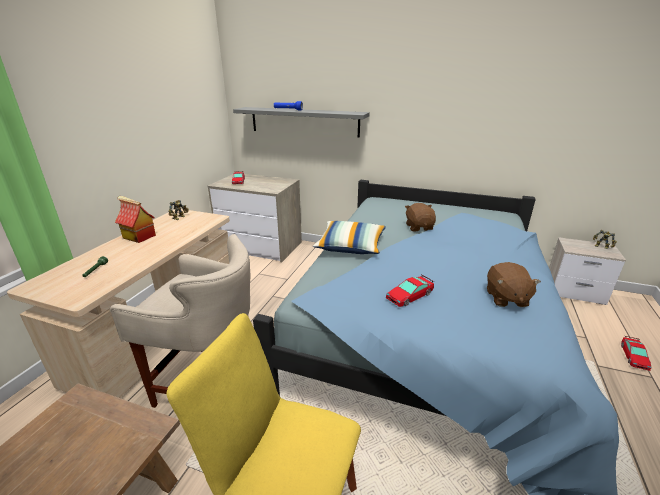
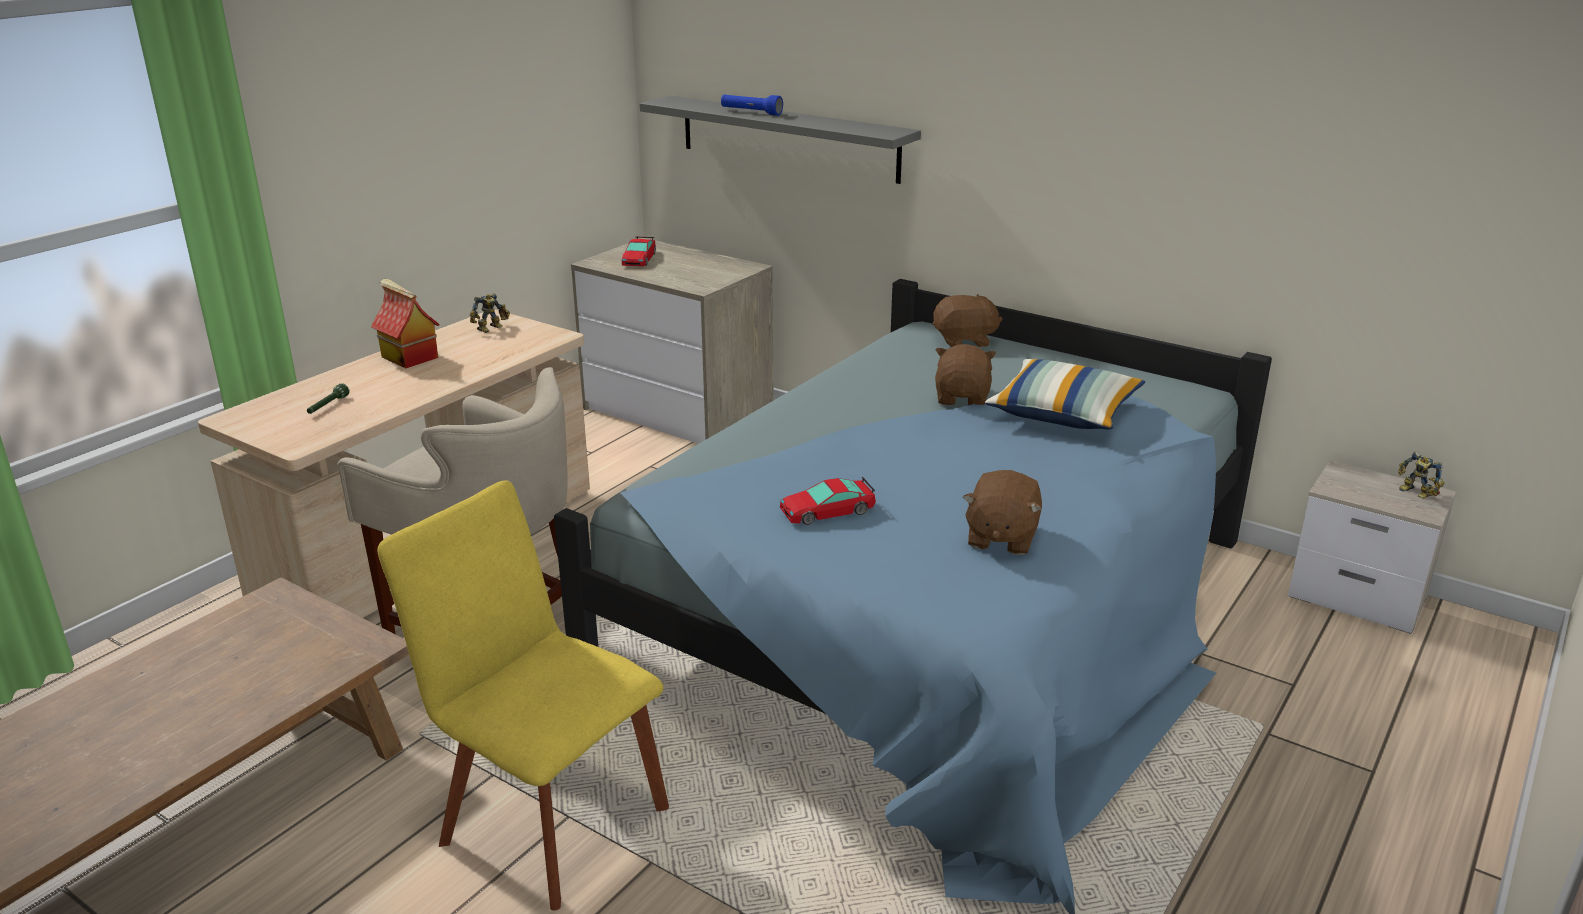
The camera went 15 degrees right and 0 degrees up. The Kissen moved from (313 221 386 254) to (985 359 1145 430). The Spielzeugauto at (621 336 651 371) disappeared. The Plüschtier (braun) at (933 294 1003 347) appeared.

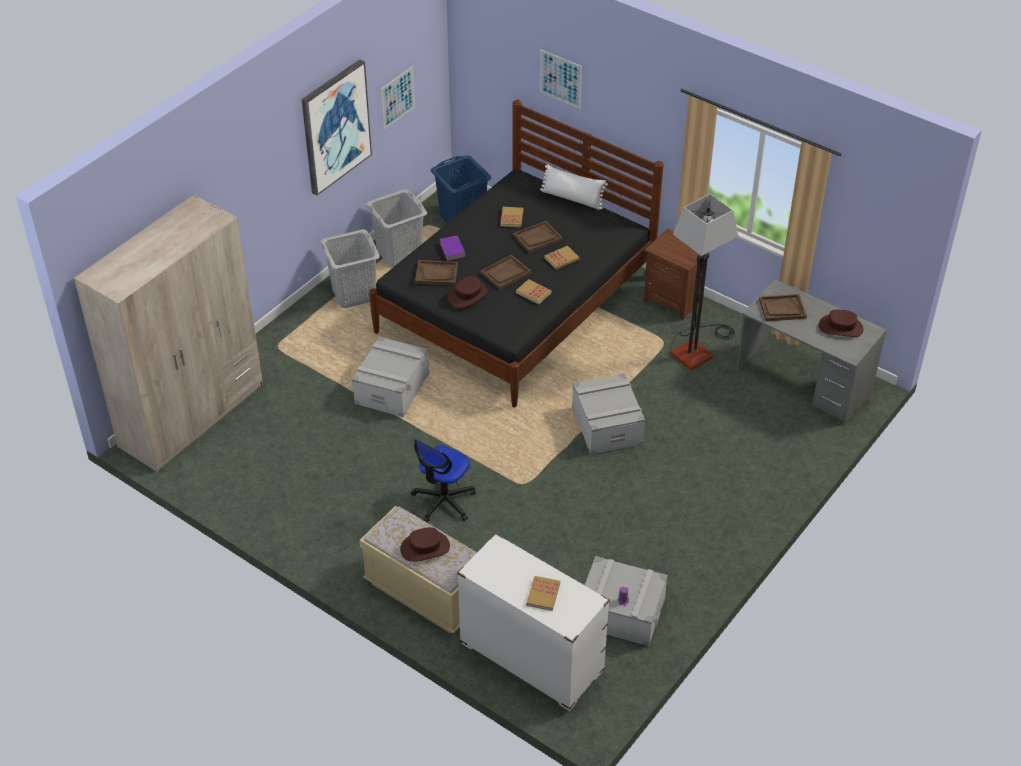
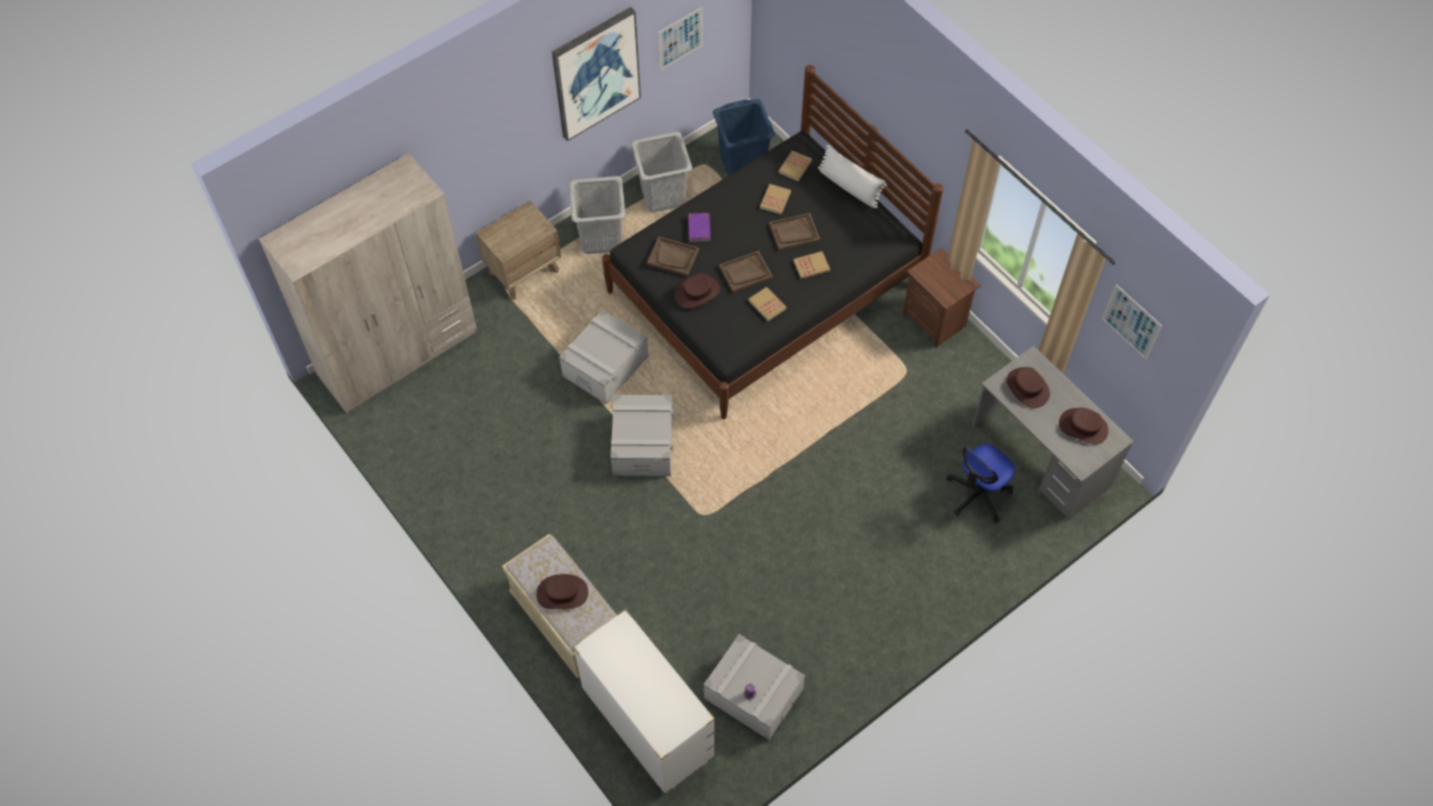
The camera went 15 degrees right and 15 degrees up. The Bild moved from (540 50 582 109) to (1102 284 1162 360). The Stehlampe at (670 194 738 371) disappeared. The Tablett (braun) at (759 294 807 321) was replaced by the Hut (braun) at (1006 367 1050 408). The Aufbewahrungsbox (grau) moved from (572 373 645 455) to (611 394 675 477). The Bürostuhl moved from (411 439 476 523) to (947 444 1015 523). The Buch moved from (526 576 560 611) to (778 150 812 181). The Nachttisch (braun) at (476 201 561 300) appeared.

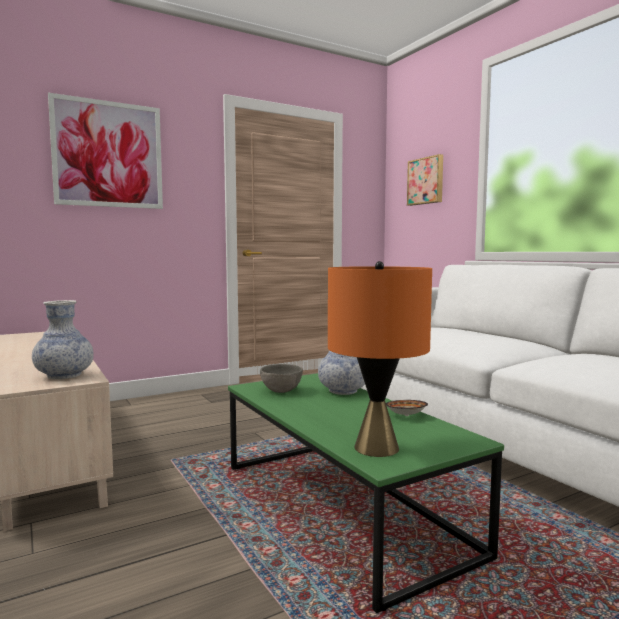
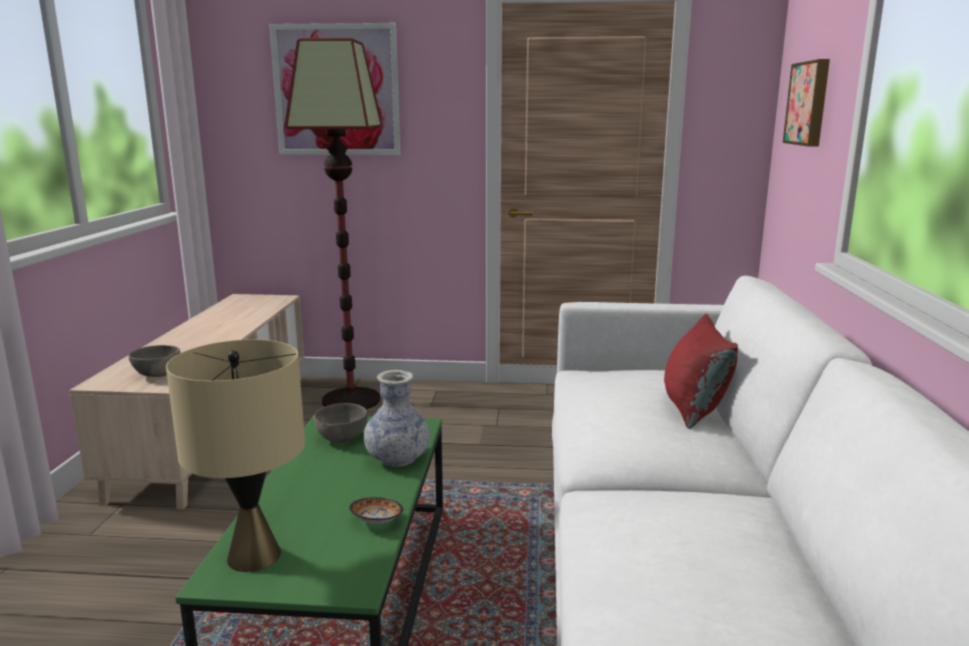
The camera went 35 degrees right and 10 degrees up. The Tischlampe (orange) at (328 261 432 457) became the Tischlampe (beige) at (166 339 305 572). The Vase at (32 300 94 379) was replaced by the Schüssel (grau) at (128 345 181 377). The Stehlampe at (284 38 382 409) appeared. The Kissen (rot) at (664 313 738 429) appeared.

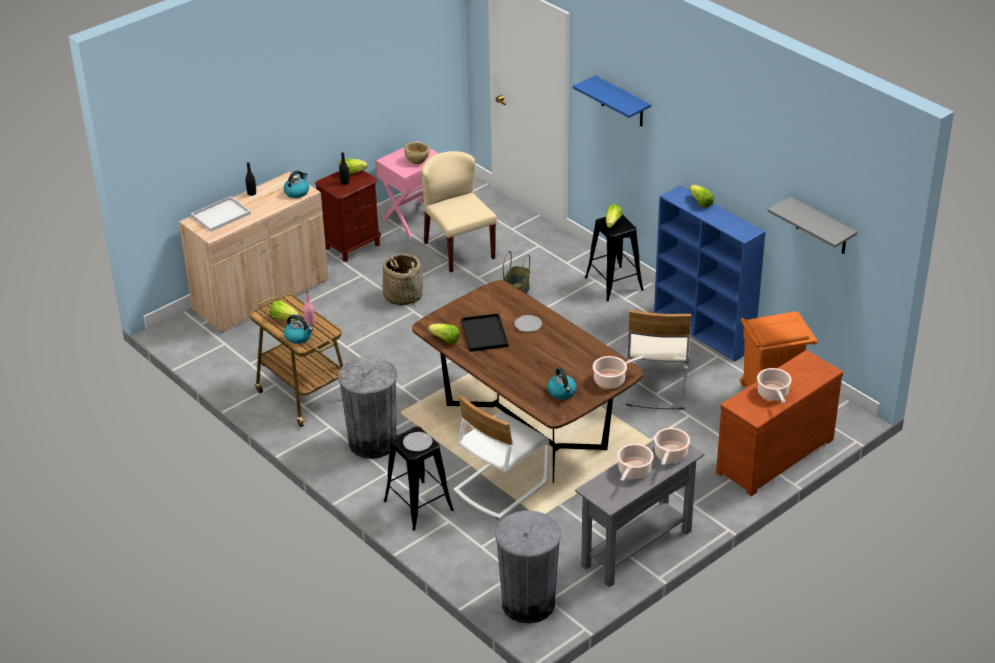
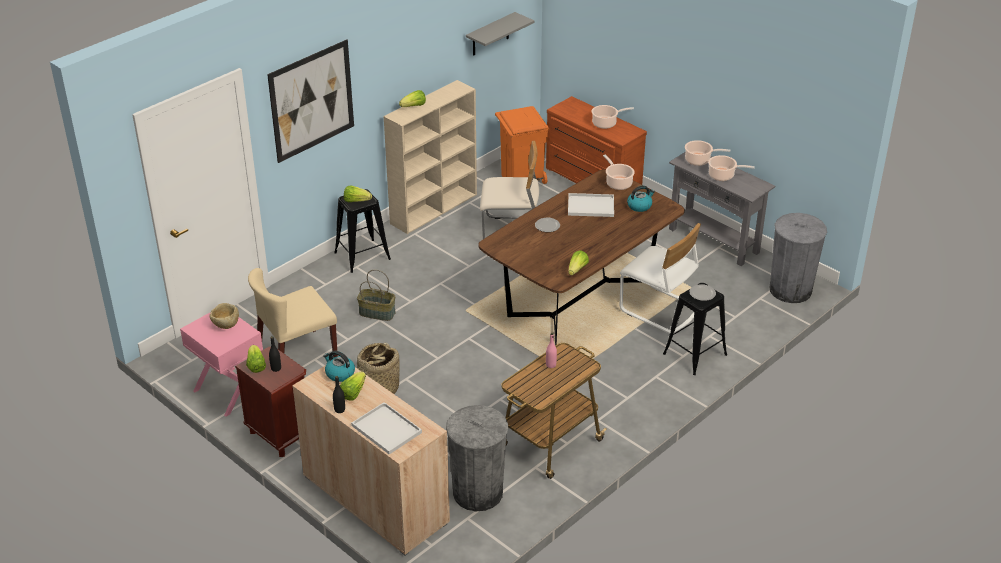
The camera went 95 degrees left and 0 degrees up. The Wandregal (blau) at (573 76 651 127) was replaced by the Bild at (267 39 354 163). The Bücherregal (blau) at (654 185 765 362) became the Bücherregal (beige) at (384 80 477 234). The Salatkopf moved from (270 300 300 321) to (340 372 366 401). The Tablett (schwarz) at (461 313 508 352) disappeared. The Wasserkessel at (284 315 313 344) disappeared. The Mülleimer (grau) moved from (338 356 397 459) to (446 405 508 511). The Tablett (weiß) at (568 193 614 217) appeared.

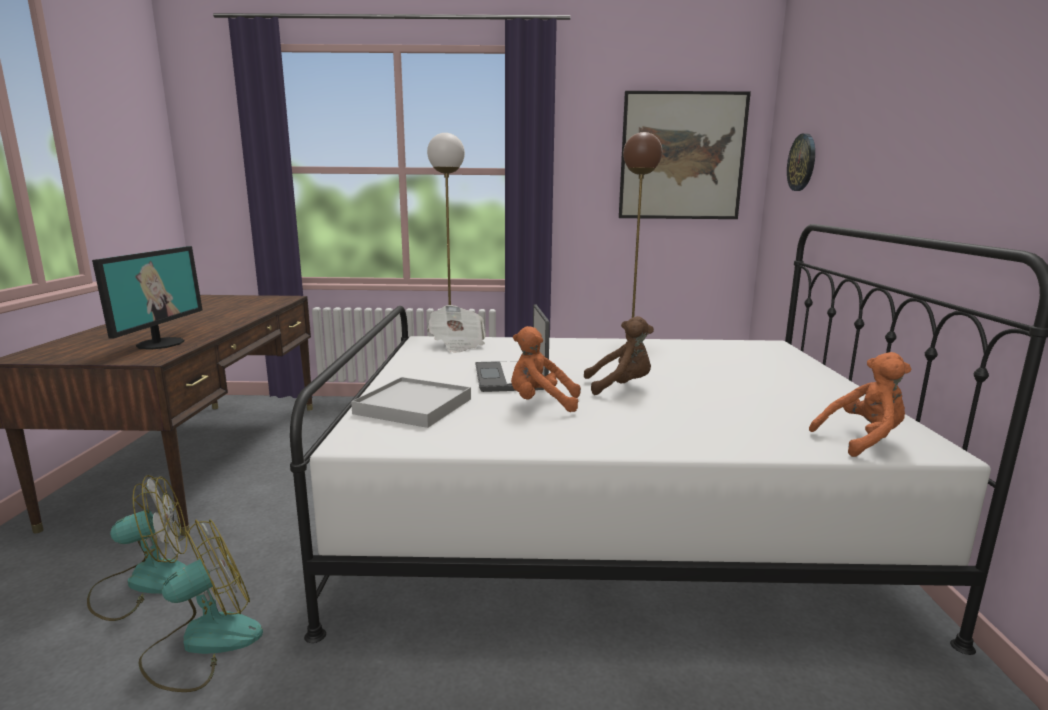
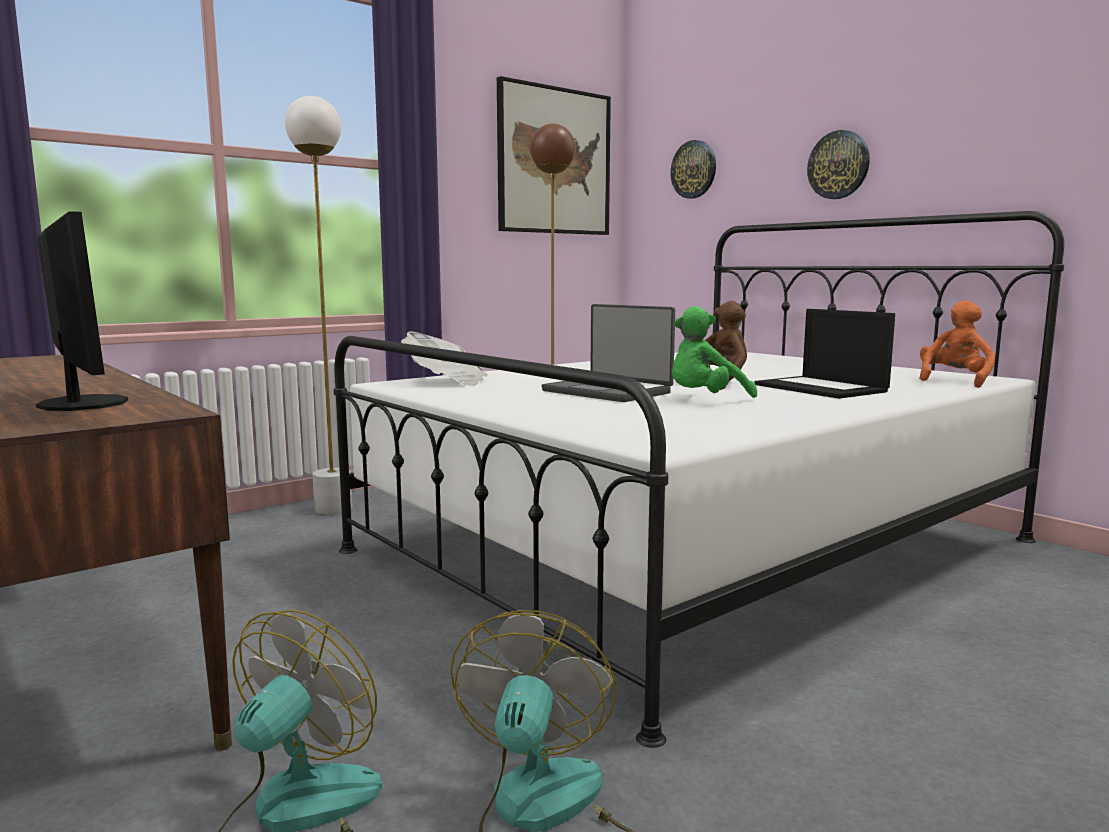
The camera went 40 degrees left and 5 degrees down. The Plüschtier (orange) at (511 326 581 412) became the Plüschtier (grün) at (672 306 757 398). The Tablett (weiß) at (351 377 471 428) disappeared. The Wanduhr at (807 130 870 199) appeared. The Laptop at (755 309 895 399) appeared.

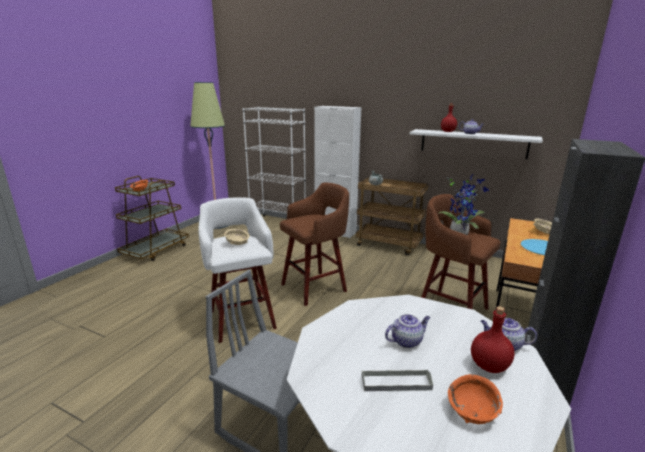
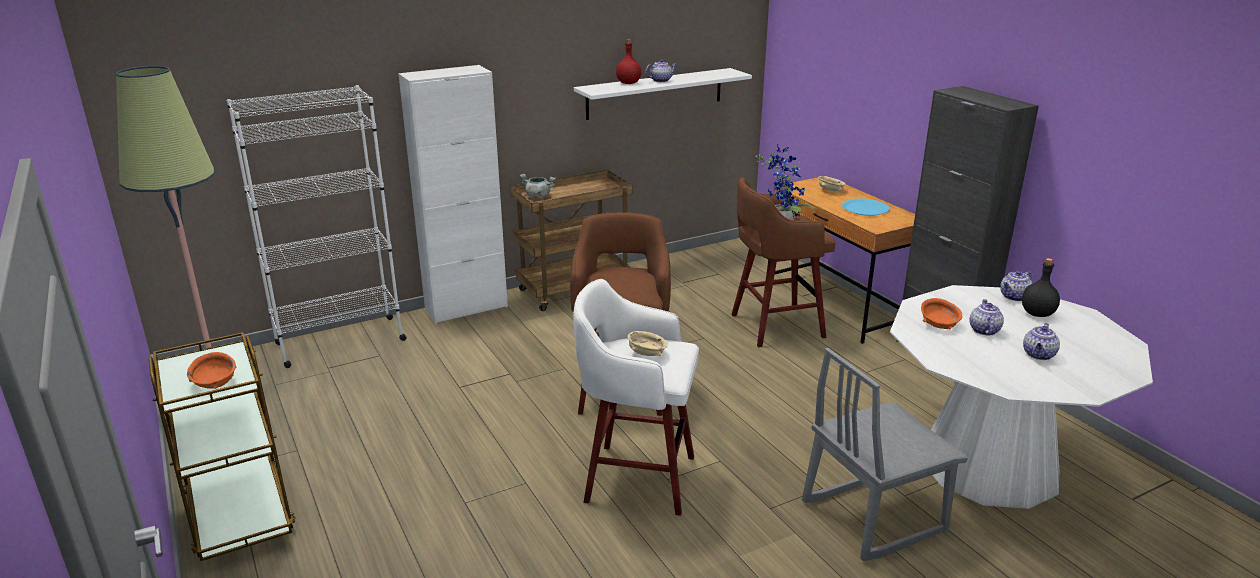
The camera went 55 degrees left and 5 degrees up. The Flasche (rot) at (471 306 515 373) became the Flasche (schwarz) at (1022 258 1060 317). The Tablett (grau) at (362 370 433 391) was replaced by the Teekanne at (1023 323 1060 360). The Schüssel (orange) moved from (448 374 503 424) to (921 298 962 330).

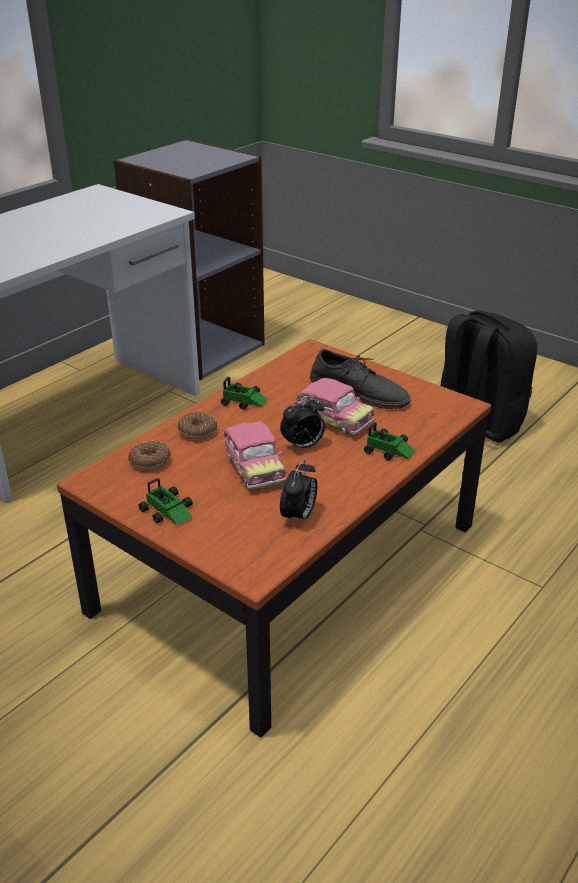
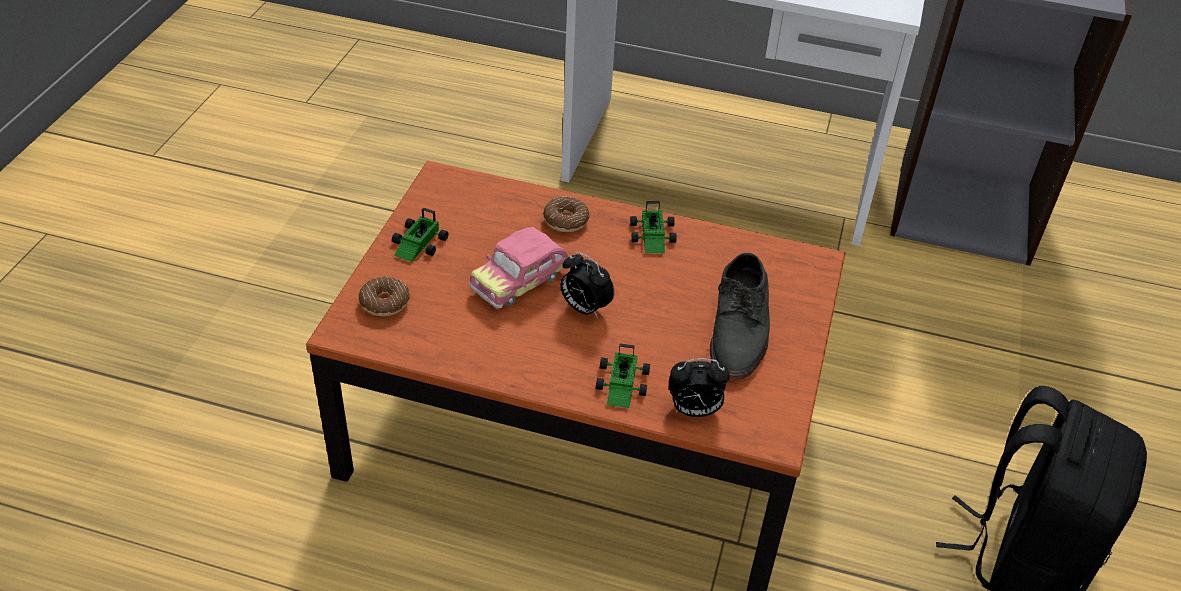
The camera went 65 degrees right and 10 degrees up. The Spielzeugauto at (294 378 375 435) disappeared. The Donut moved from (128 441 171 470) to (358 277 410 316). The Wecker moved from (280 460 317 527) to (669 359 730 417).

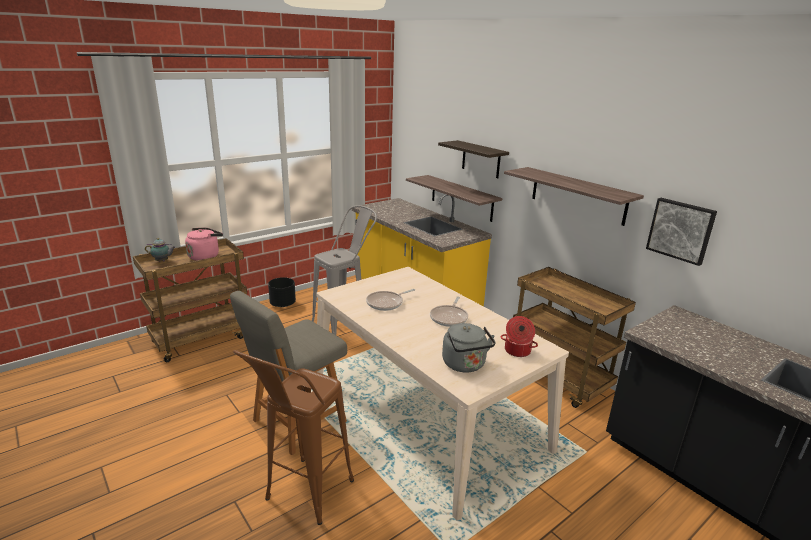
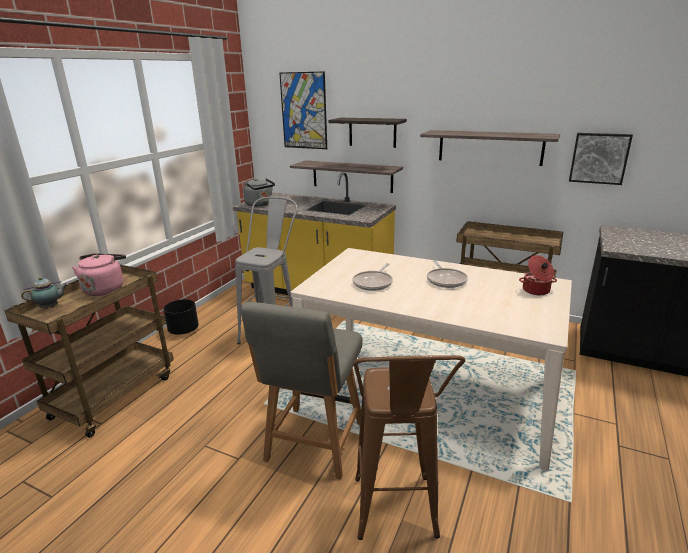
The camera went 25 degrees left and 0 degrees up. The Wasserkessel (grau) moved from (442 323 496 373) to (243 178 275 207). The Bild at (279 71 327 149) appeared.

